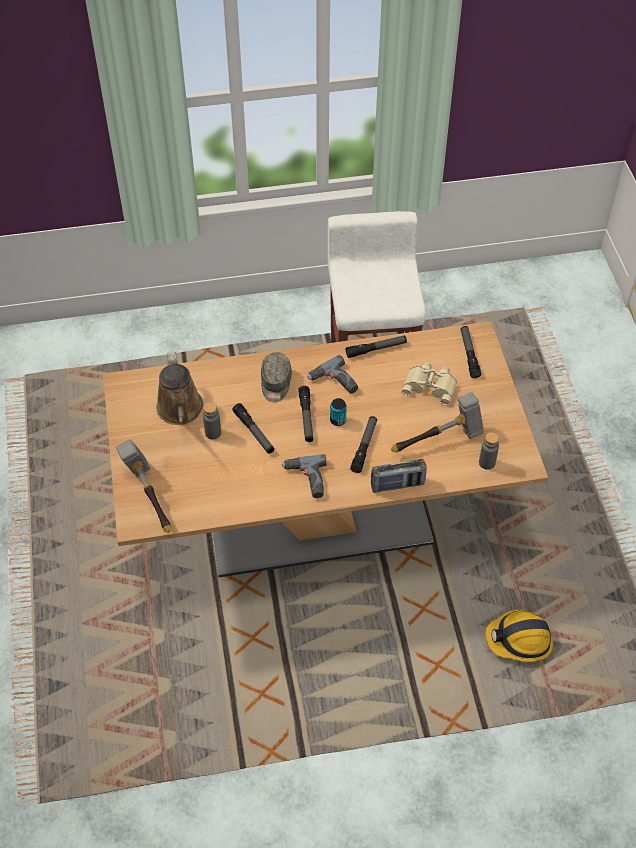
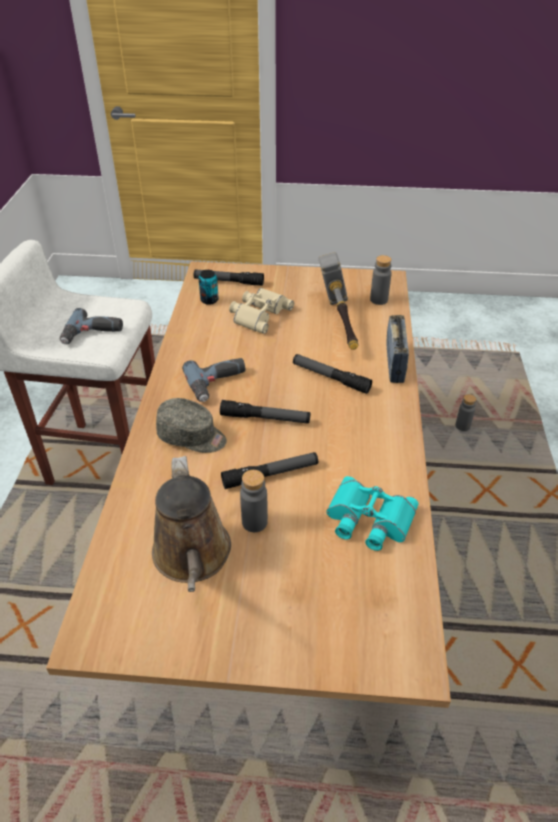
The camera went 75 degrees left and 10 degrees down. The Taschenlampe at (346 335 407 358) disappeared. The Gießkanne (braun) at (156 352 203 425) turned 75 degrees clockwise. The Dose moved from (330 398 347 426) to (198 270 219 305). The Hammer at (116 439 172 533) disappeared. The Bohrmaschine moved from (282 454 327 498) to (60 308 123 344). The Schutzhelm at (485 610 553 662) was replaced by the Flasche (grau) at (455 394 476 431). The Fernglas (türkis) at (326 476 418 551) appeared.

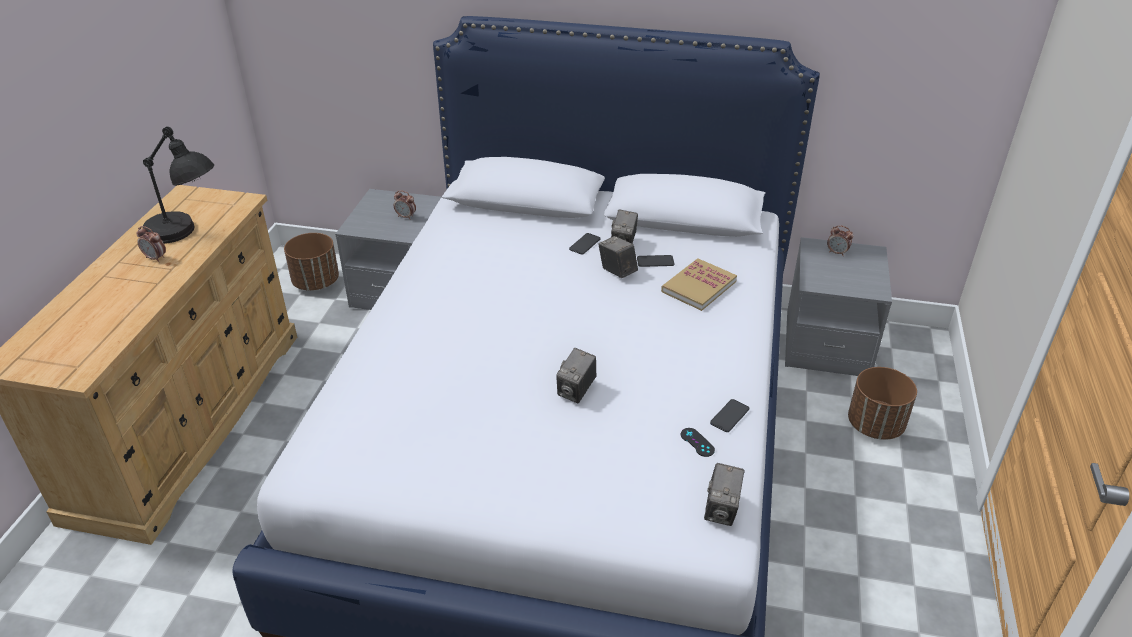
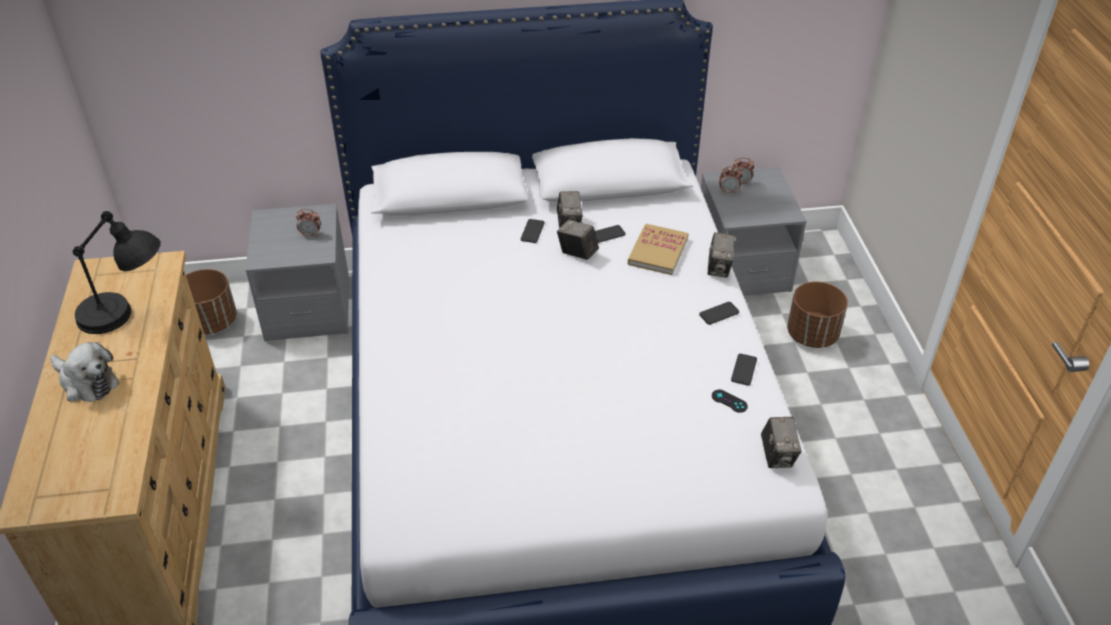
The camera went 20 degrees left and 5 degrees up. The Wecker moved from (136 226 166 262) to (719 166 743 194). The Kamera moved from (556 348 596 403) to (707 232 735 277). The Handy at (699 302 739 325) appeared. The Plüschtier at (50 342 119 402) appeared.

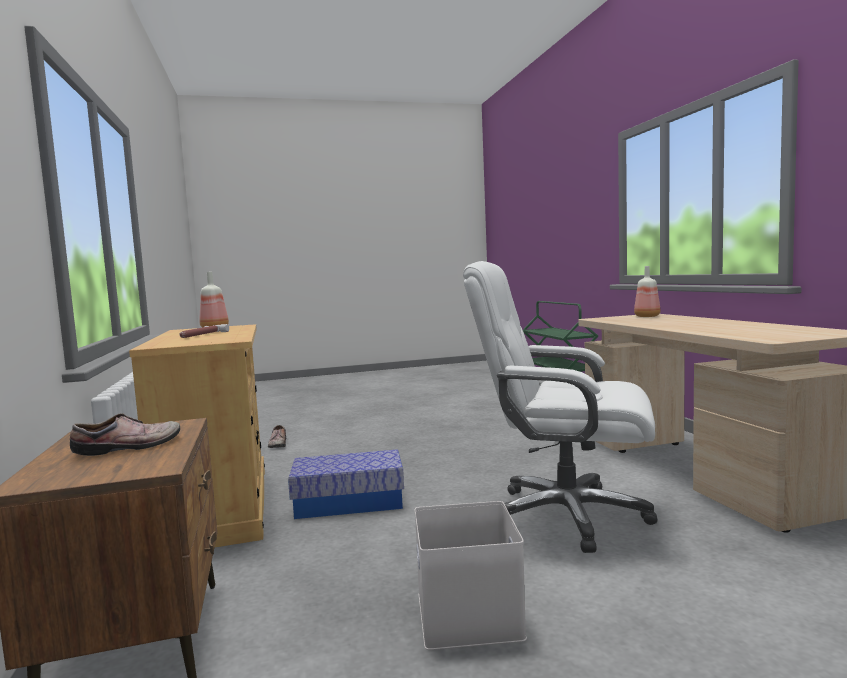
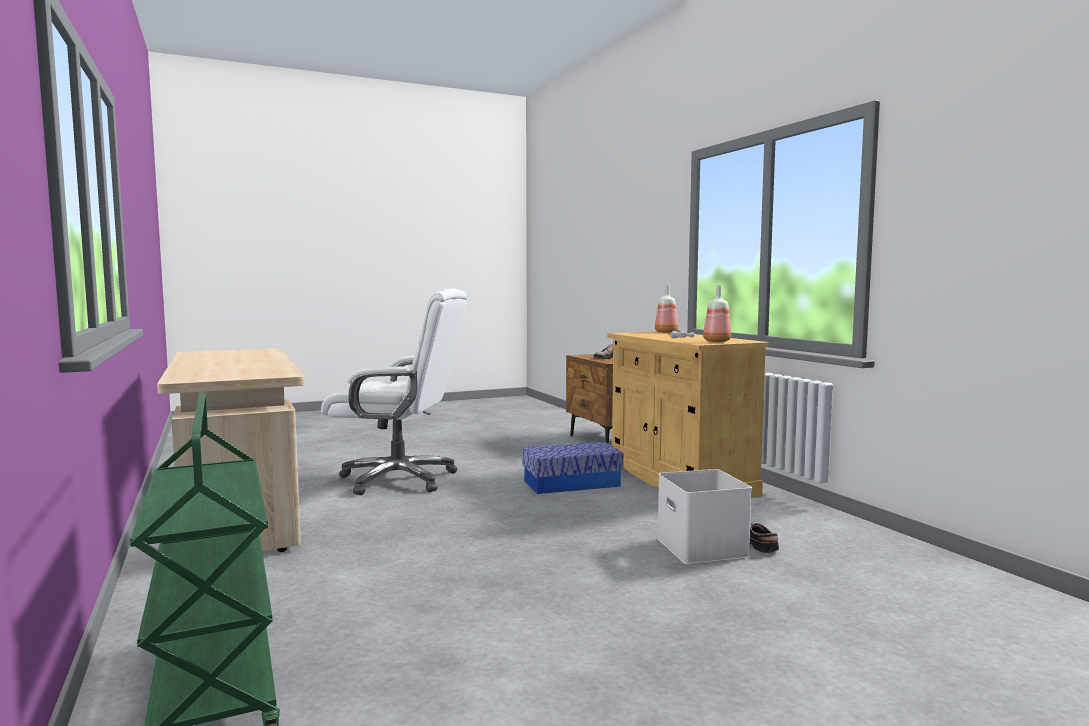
The camera went 170 degrees right and 0 degrees up. The Flasche moved from (634 266 661 317) to (655 285 678 333). The Aufbewahrungsbox (weiß) moved from (414 501 527 650) to (657 469 752 564).

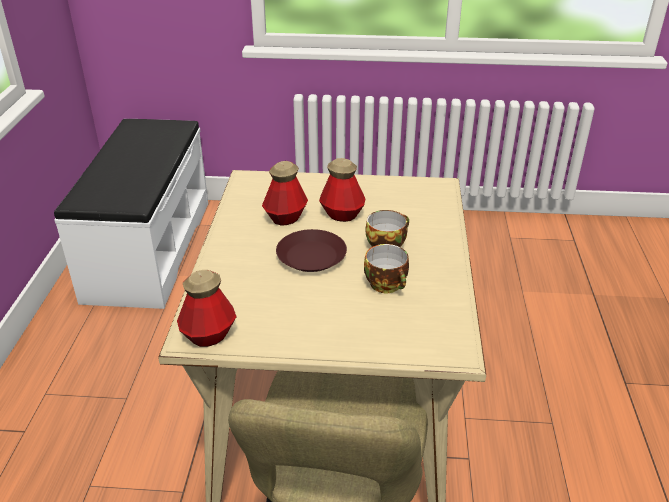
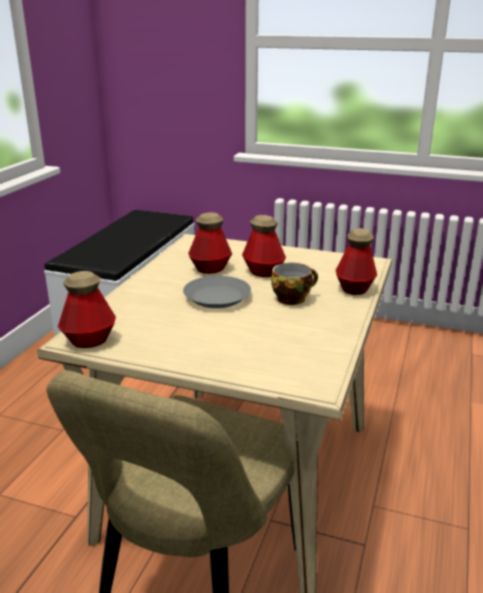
The camera went 15 degrees right and 10 degrees down. The Teller (braun) at (276 229 347 272) became the Teller (grau) at (183 276 251 308). The Tasse at (364 244 409 293) disappeared. The Flasche at (336 228 377 295) appeared.

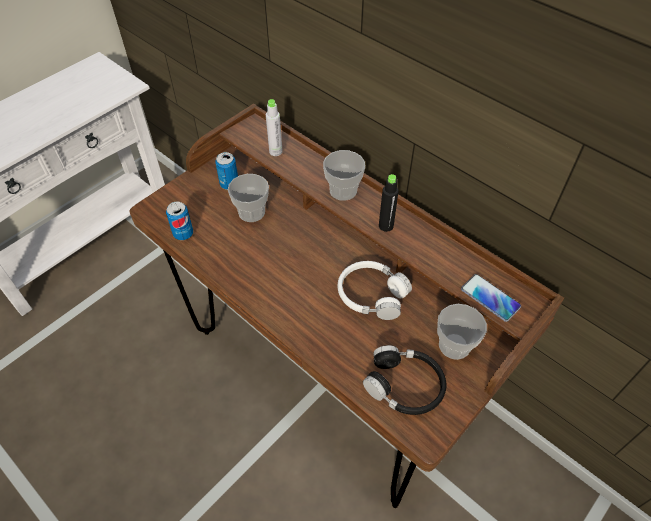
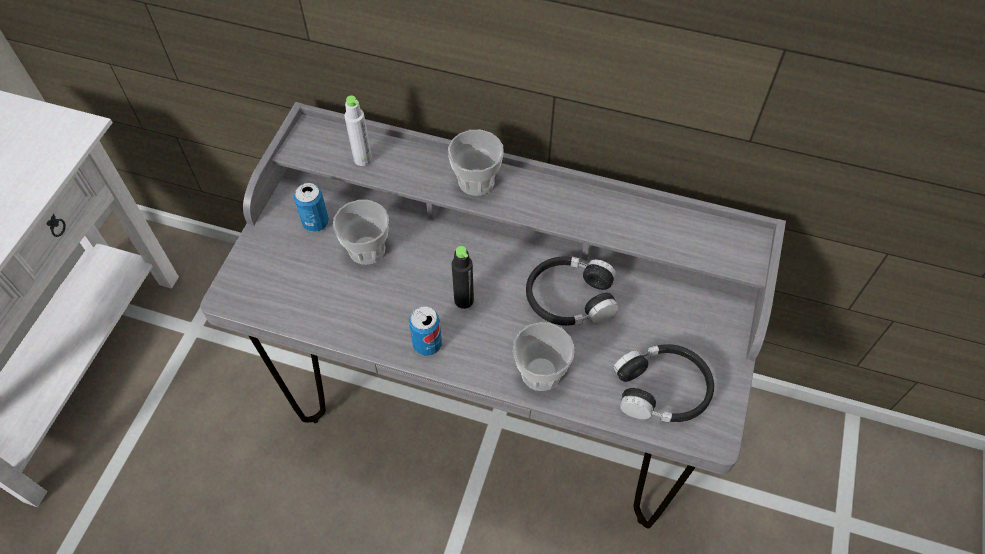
The camera went 25 degrees left and 5 degrees up. The Schreibtisch (braun) at (130 104 564 508) became the Schreibtisch (grau) at (200 102 786 528). The Flasche (schwarz) moved from (379 174 399 232) to (452 246 474 309). The Dose moved from (166 202 193 240) to (409 306 442 356). The Kopfhörer (weiß) at (338 261 412 320) became the Kopfhörer (schwarz) at (526 256 619 326). The Handy at (461 274 521 322) disappeared. The Tasse moved from (437 304 487 360) to (513 322 574 391).

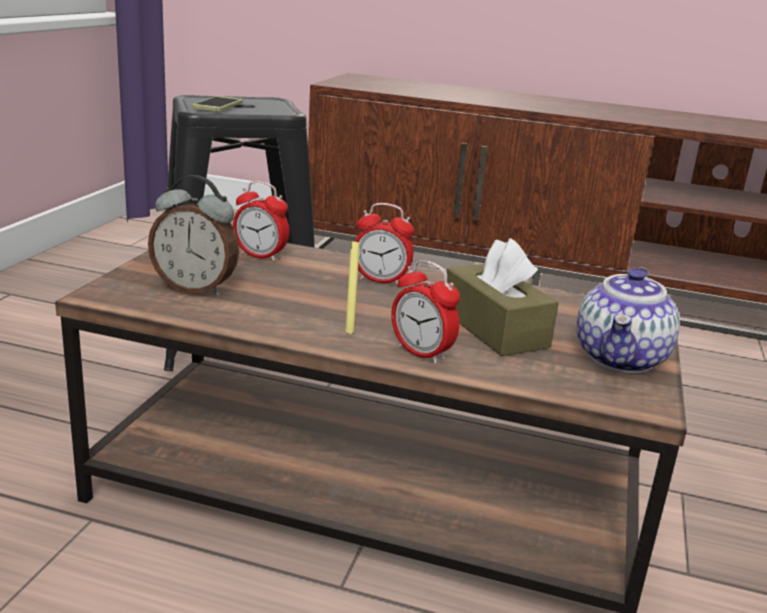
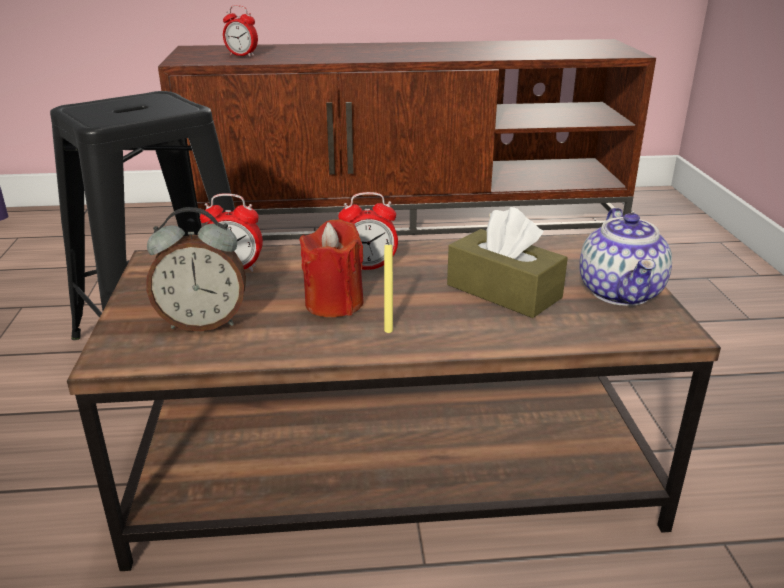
The camera went 20 degrees left and 5 degrees up. The Handy at (192 96 243 112) disappeared. The Wecker moved from (391 260 460 364) to (223 5 258 57). The Kerze (rot) at (300 219 364 317) appeared.

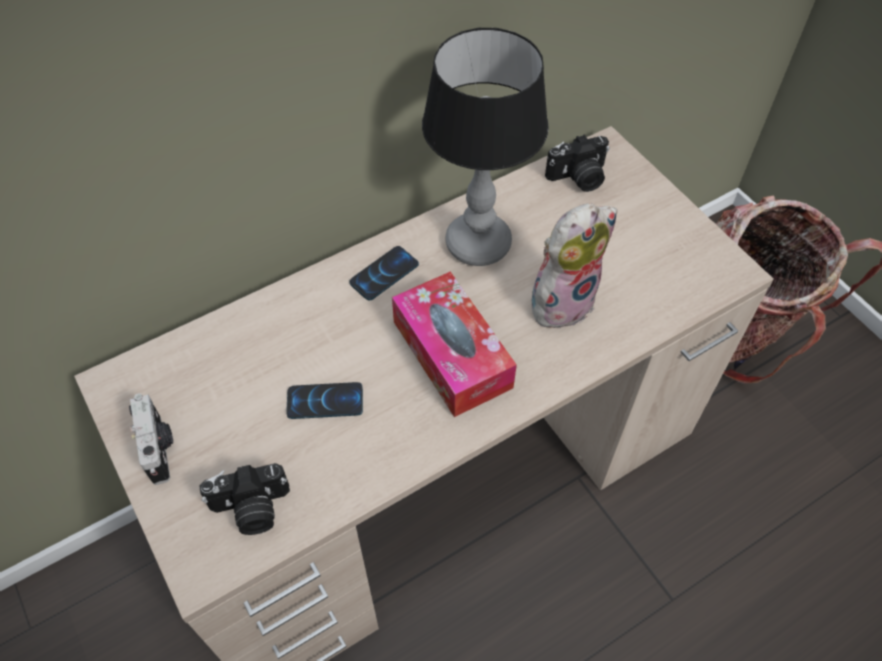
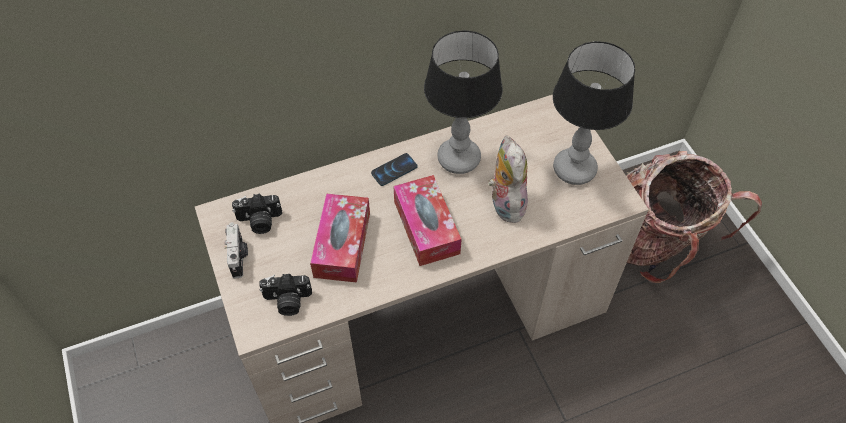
The camera went 10 degrees right and 0 degrees up. The Kamera moved from (545 134 610 192) to (232 193 282 234). The Plüschtier at (531 203 617 332) turned 75 degrees counterclockwise. The Handy at (286 382 363 419) was replaced by the Taschentuchbox at (310 193 370 283). The Tischlampe at (553 41 635 185) appeared.

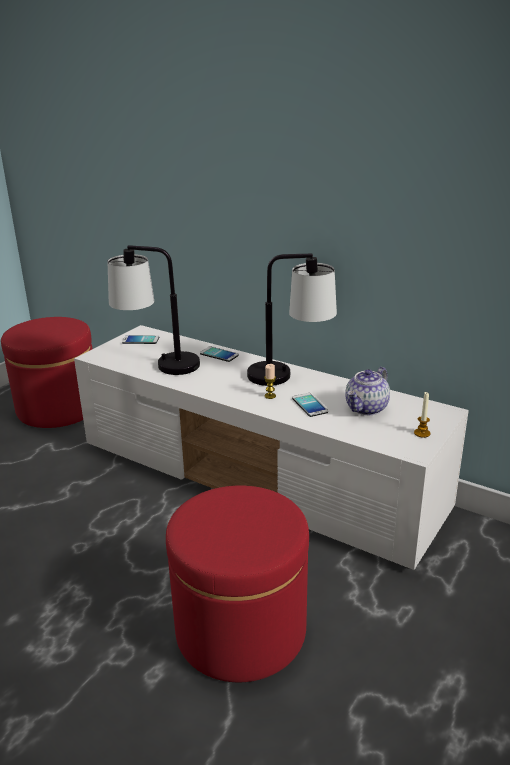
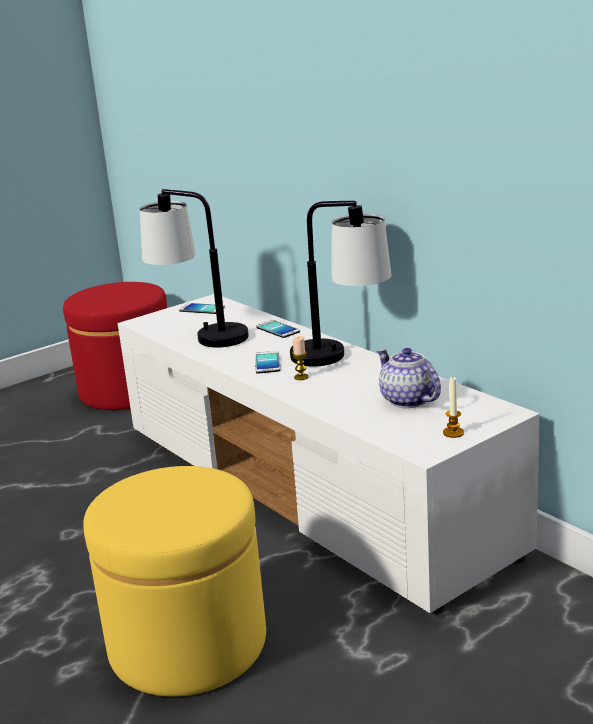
The camera went 20 degrees right and 5 degrees down. The Teekanne at (345 367 390 415) turned 90 degrees clockwise. The Handy moved from (292 393 328 417) to (255 351 280 374). The Polsterhocker (rot) at (166 485 309 682) became the Polsterhocker (gelb) at (83 466 266 697).

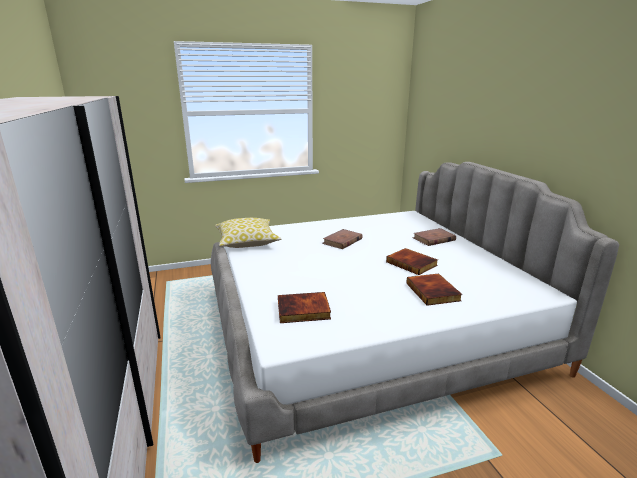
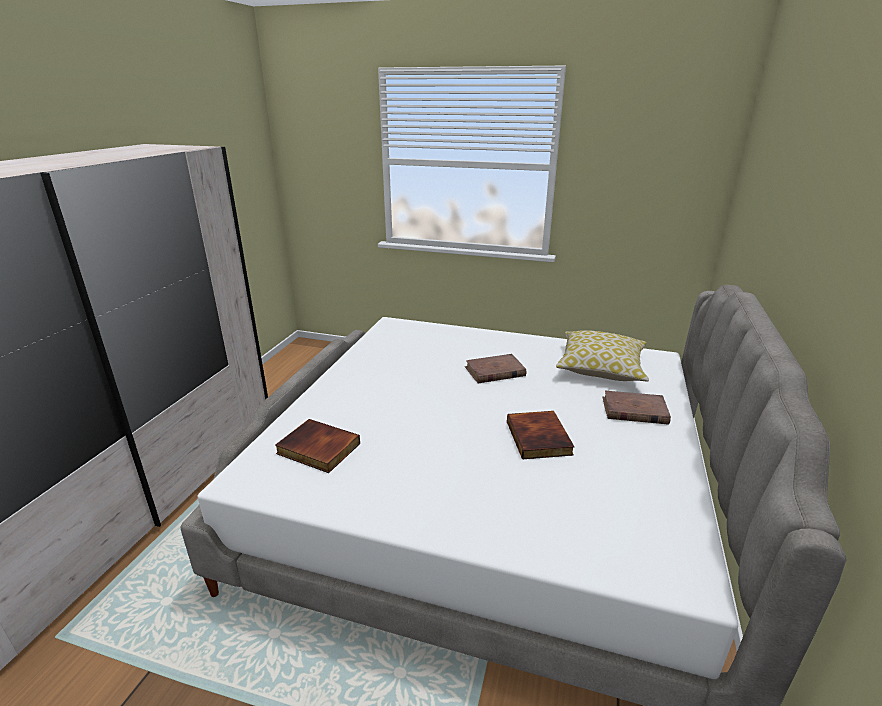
The camera went 35 degrees right and 5 degrees up. The Kissen moved from (215 218 281 248) to (556 330 649 381). The Buch at (406 273 462 305) disappeared.

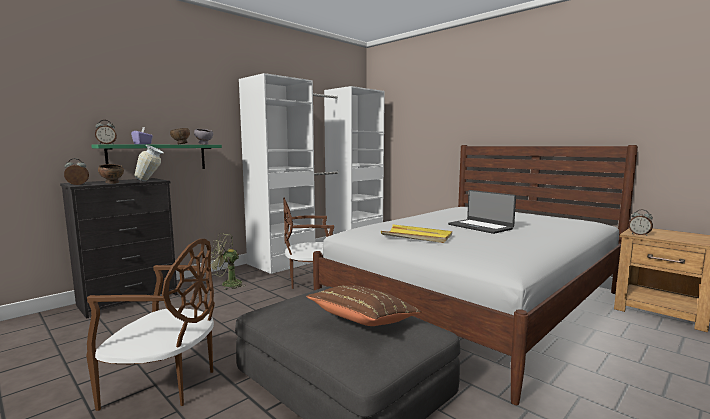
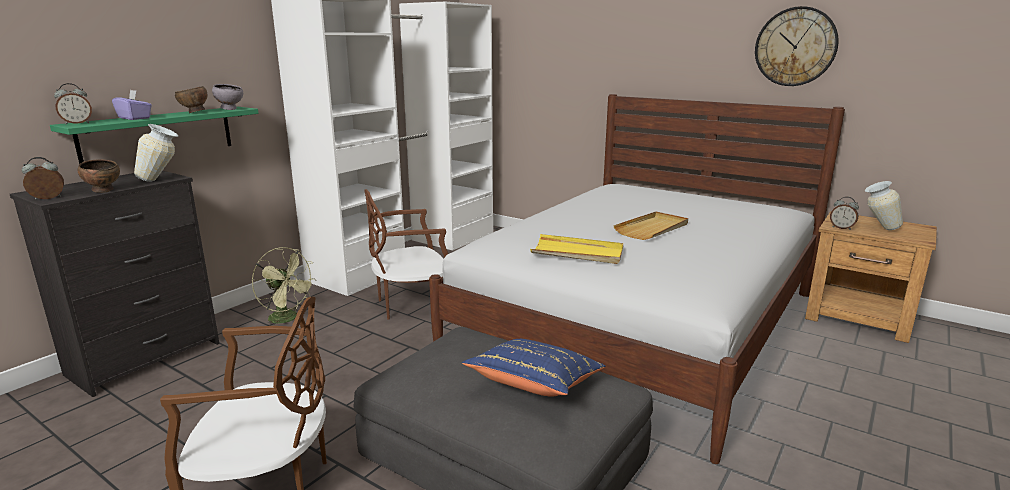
The camera went 10 degrees left and 10 degrees up. The Laptop at (448 190 516 234) was replaced by the Tablett (beige) at (613 212 688 240). The Ventilator (grün) at (211 233 246 290) turned 135 degrees counterclockwise. The Kissen (braun) at (306 285 422 326) became the Kissen (blau) at (462 339 606 396). The Wanduhr at (755 6 839 86) appeared. The Vase at (865 181 903 230) appeared.

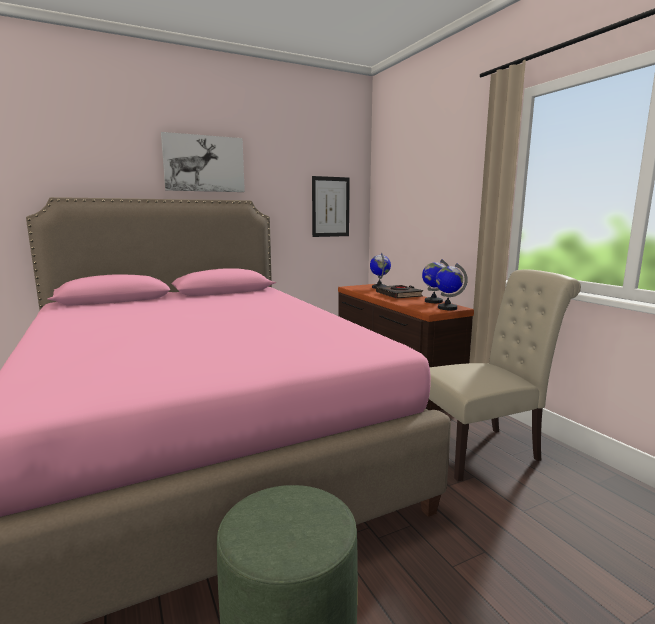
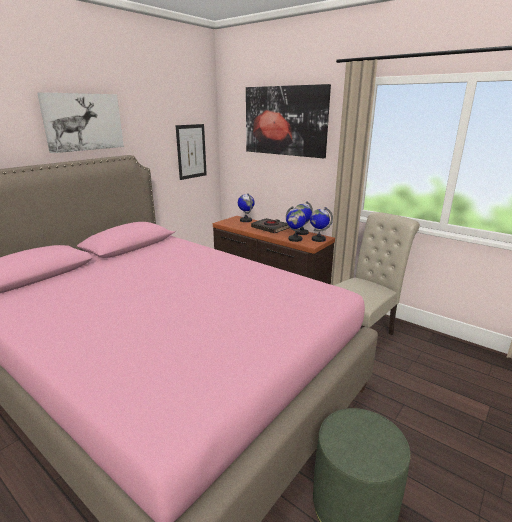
The camera went 25 degrees left and 10 degrees up. The Bild at (246 84 331 158) appeared. The Globus at (286 206 306 242) appeared.

